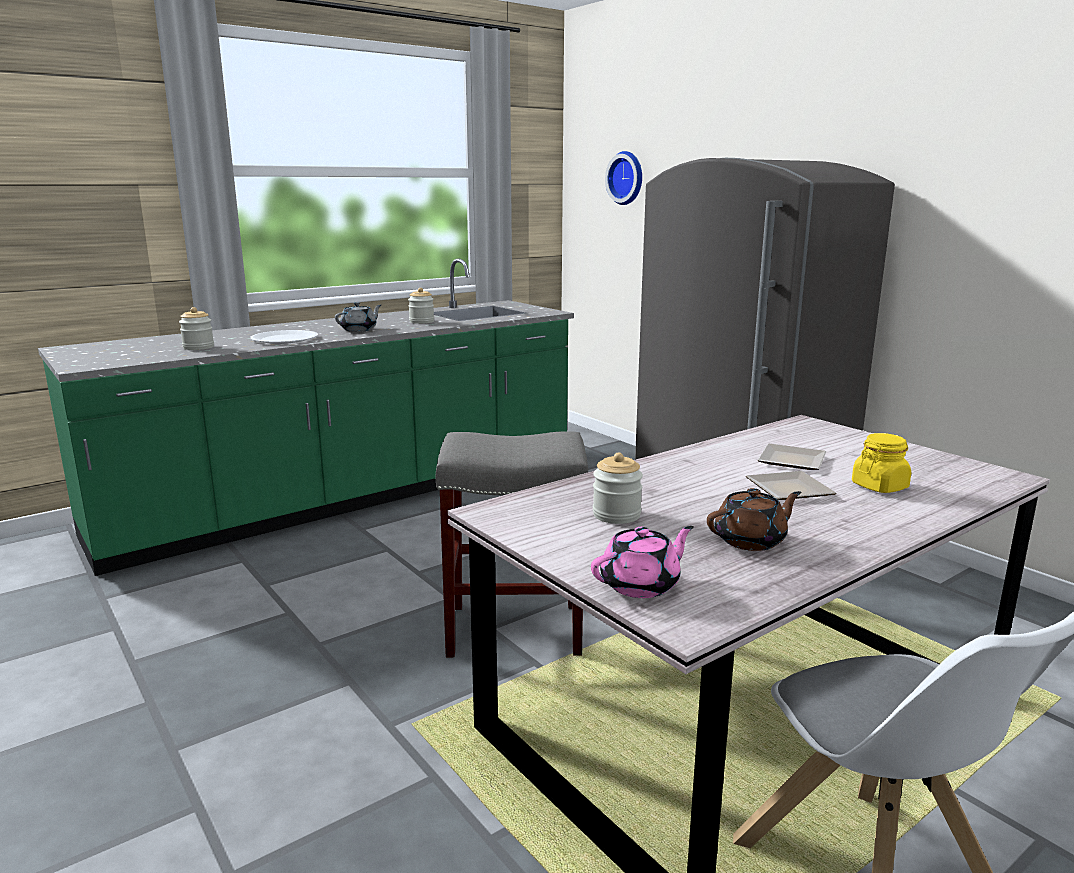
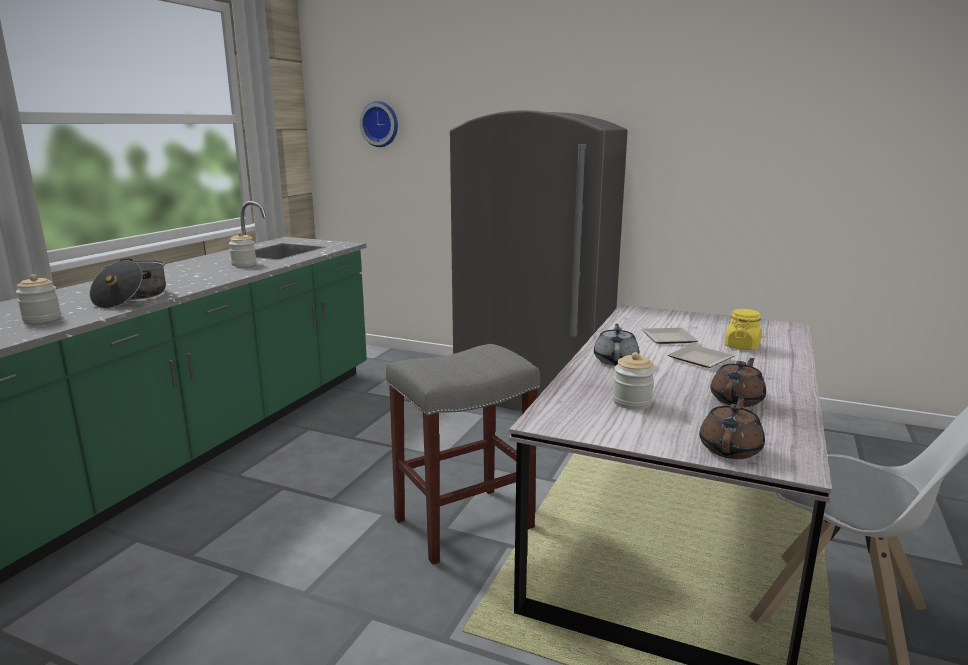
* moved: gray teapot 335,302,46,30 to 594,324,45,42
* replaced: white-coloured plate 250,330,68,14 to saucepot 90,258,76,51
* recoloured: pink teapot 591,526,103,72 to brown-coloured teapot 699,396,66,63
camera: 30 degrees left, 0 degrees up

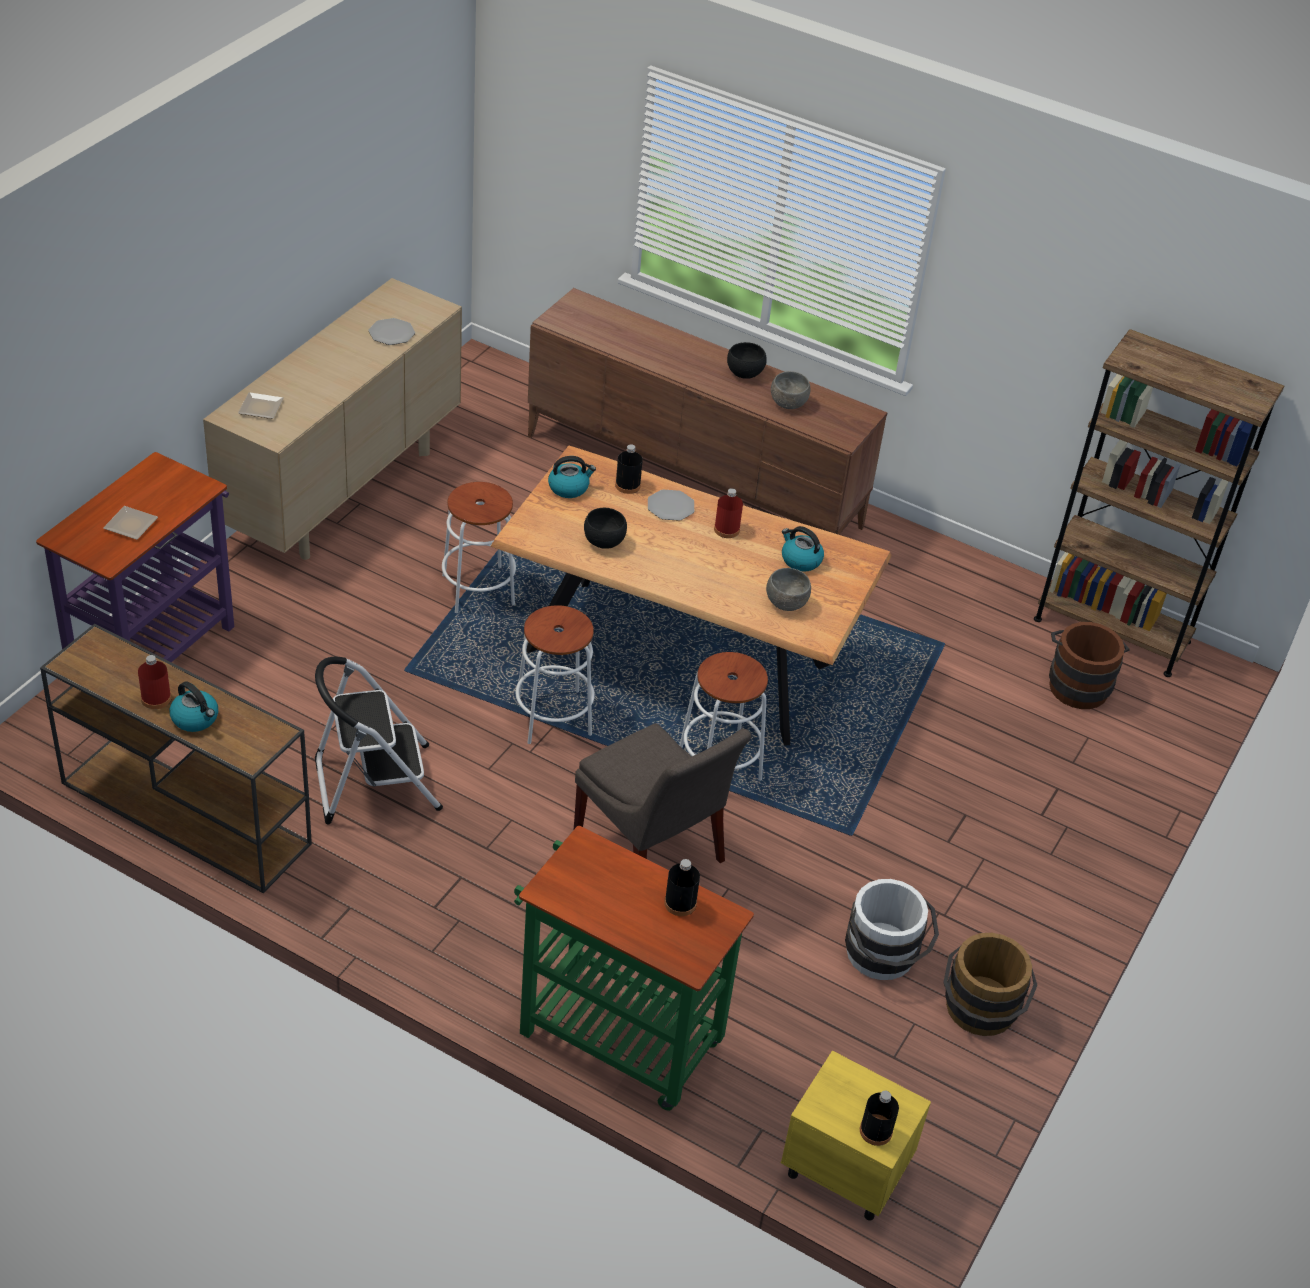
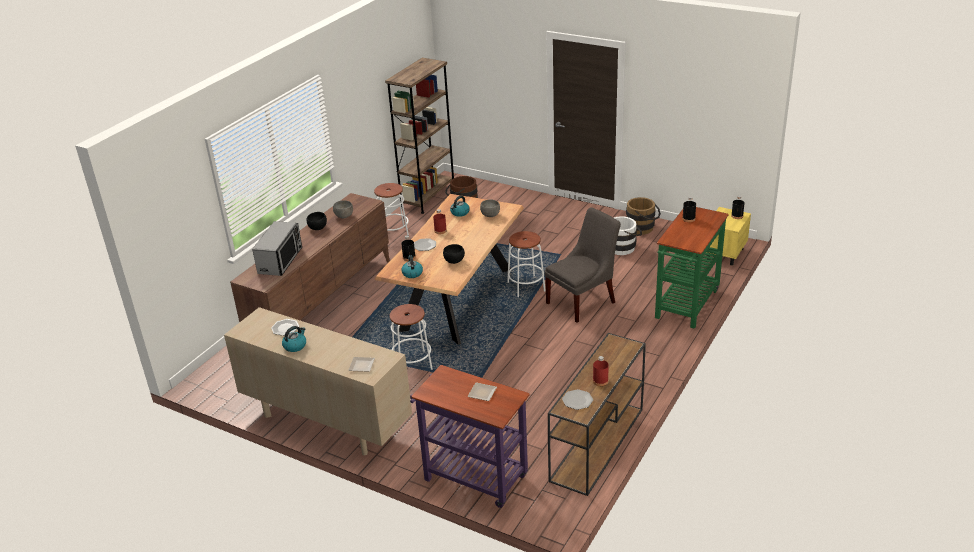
* removed: step ladder 315,657,128,168
* added: microwave oven 252,221,50,55
* added: plate 562,389,31,21
* moved: tea kettle 170,681,48,51 to 282,326,24,26
* moved: white-coloured stool seat 516,605,79,139 to 374,183,35,53
camera: 85 degrees left, 10 degrees down

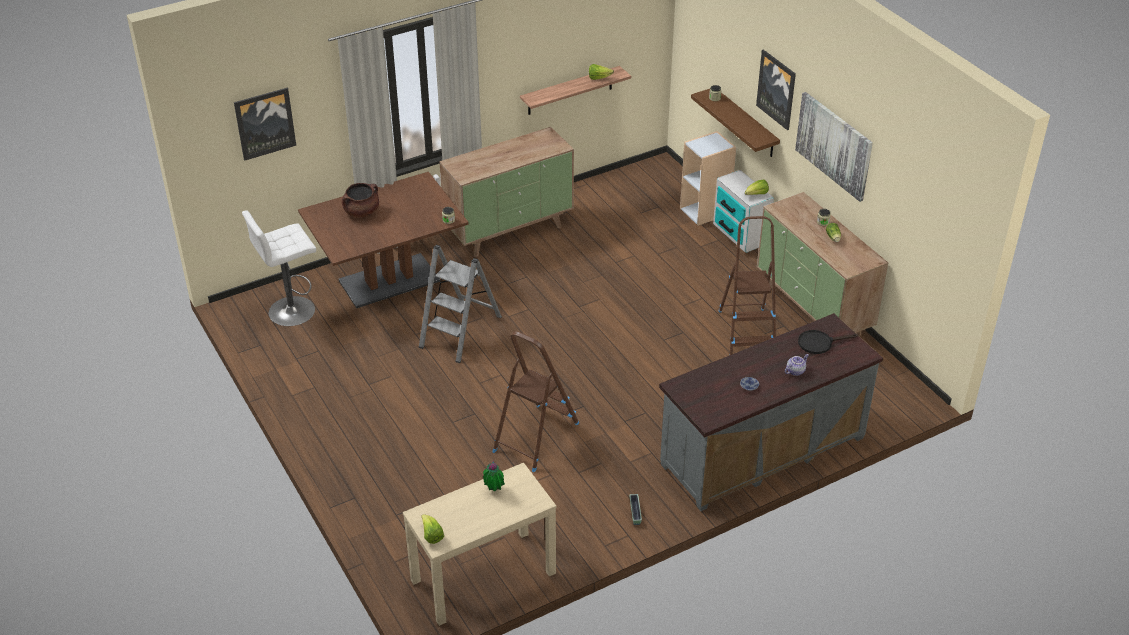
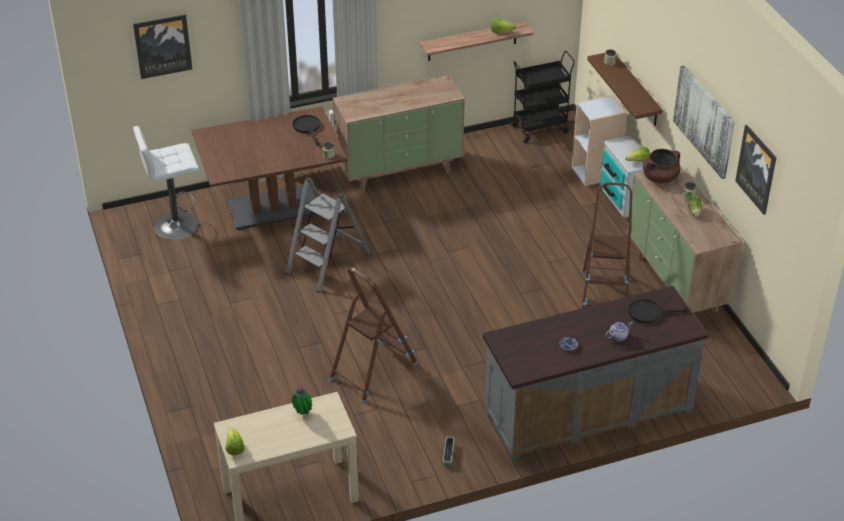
* added: black-coloured pan 293,115,28,31
* added: black-coloured wheeled cart 509,51,66,92
* moved: brown-coloured saucepot 342,183,37,34 to 643,149,37,34
* moved: wall picture 756,49,40,81 to 735,125,42,90
camera: 10 degrees right, 0 degrees up

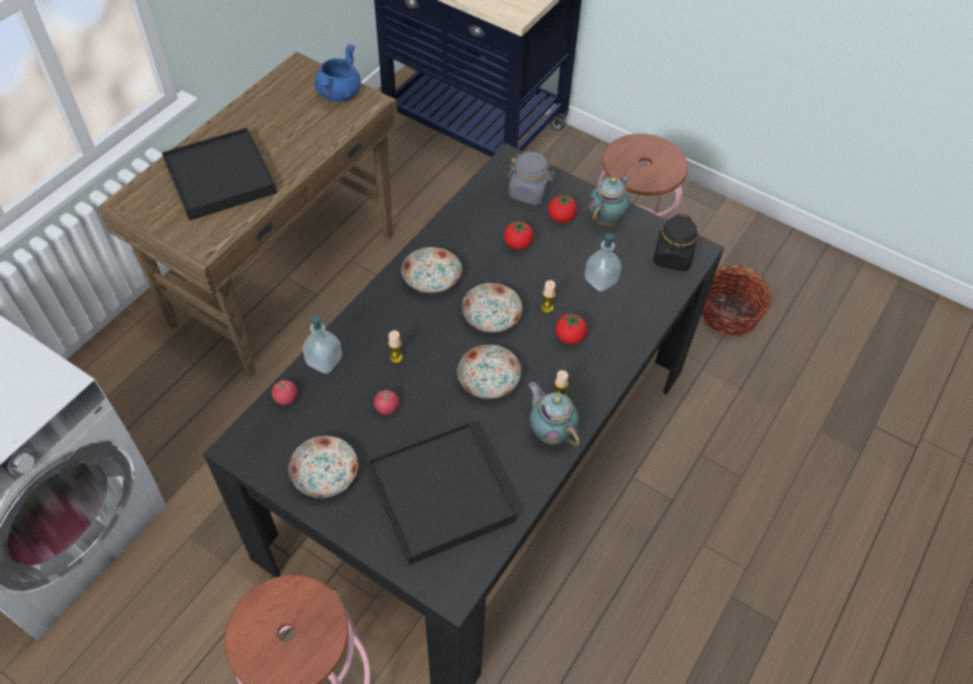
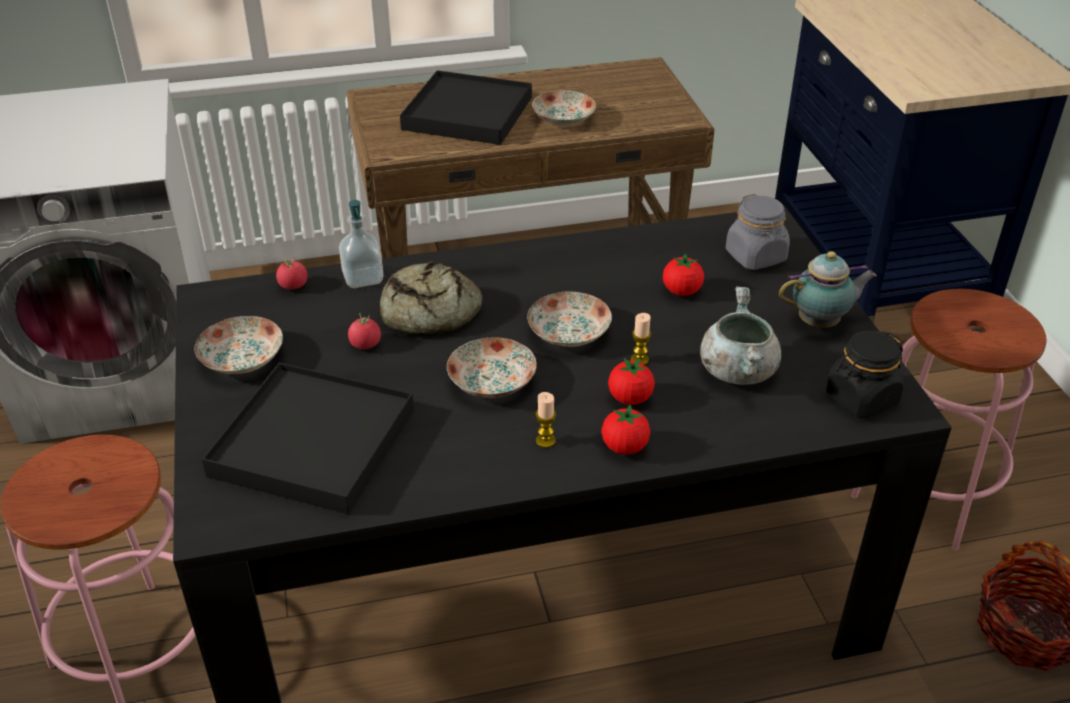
* removed: blue saucepot 315,44,46,58
* removed: teapot 528,382,52,64
* moved: plate 402,247,60,46 to 532,90,64,36
* moved: fresh tomato 548,194,29,29 to 601,405,49,50
* replaced: wax candle 388,330,15,33 to bread 380,261,103,73
* replaced: soap bottle 584,233,38,59 to gray saucepot 700,286,81,99
camera: 45 degrees right, 15 degrees down

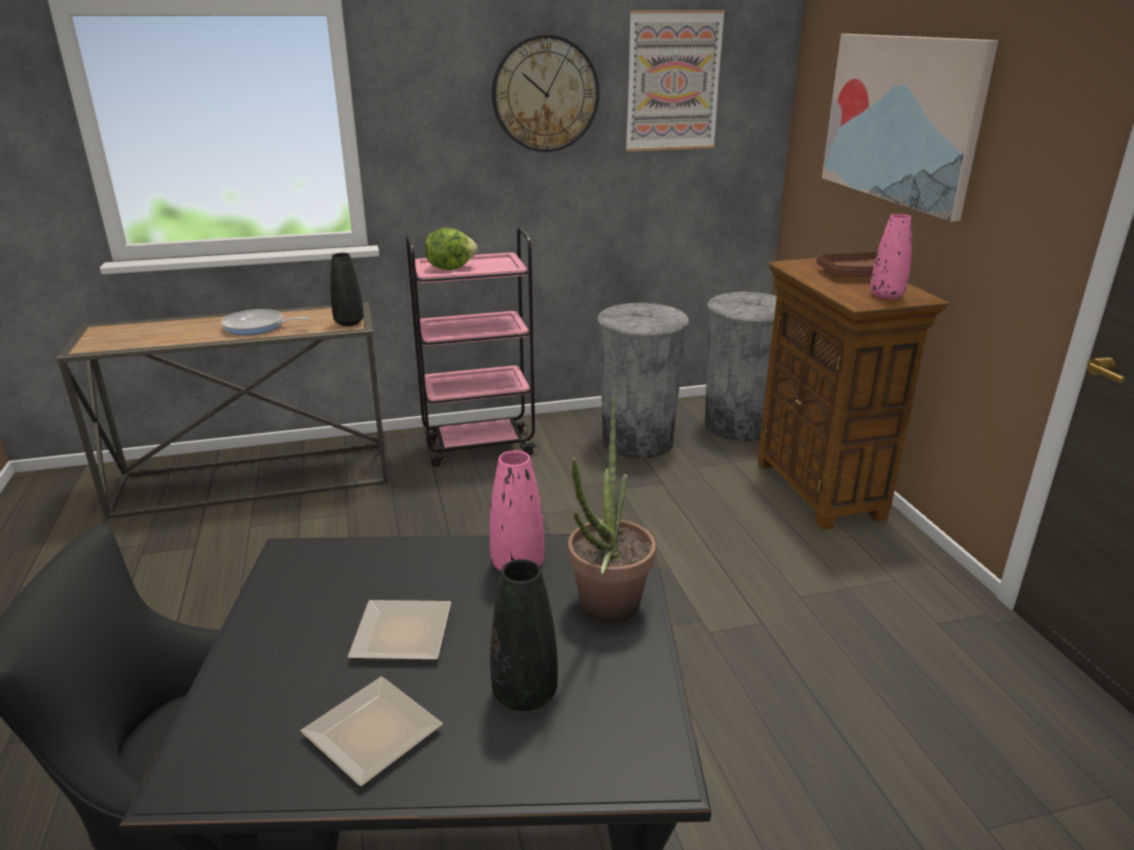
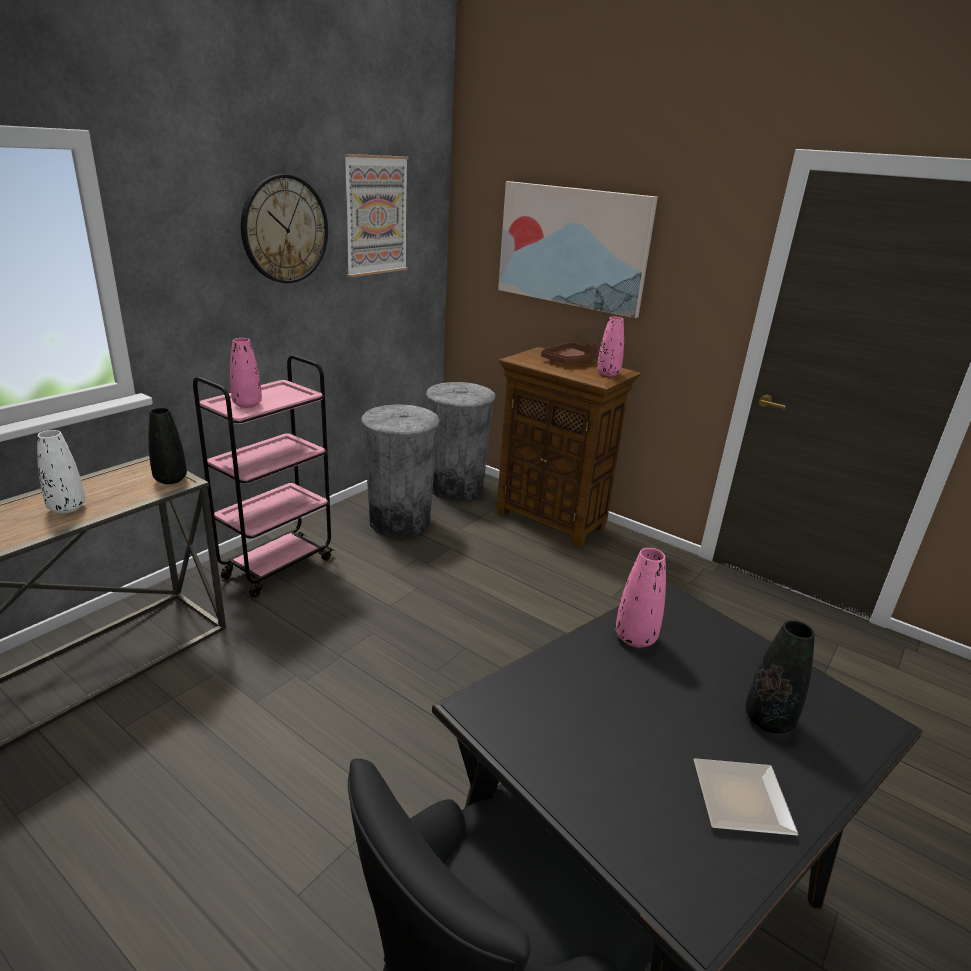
* removed: plate 348,600,103,60
* removed: potted plant 568,396,88,227
* replaced: pan 221,309,89,26 to white-coloured decorative vase 37,430,48,84
* replaced: lettuce head 425,228,53,42 to pink decorative vase 230,338,32,70
camera: 40 degrees left, 0 degrees up

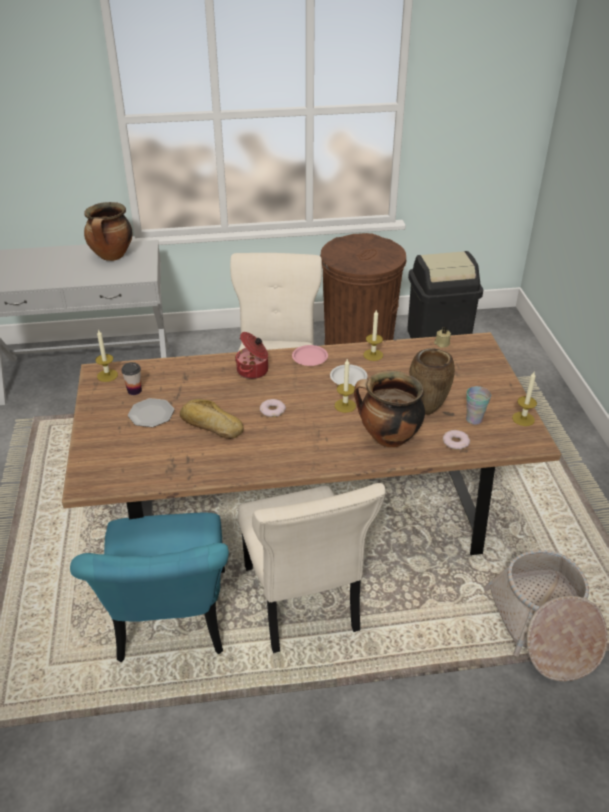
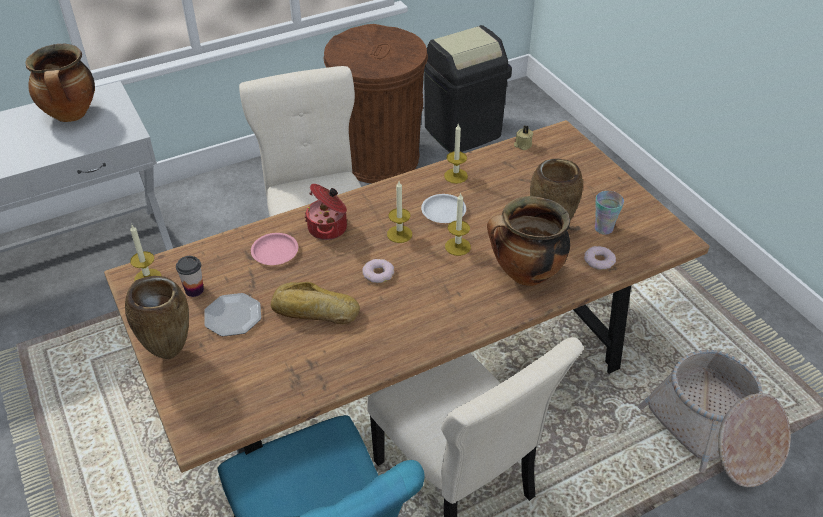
* added: brown-coloured decorative vase 125,276,64,83
* moved: pink plate 292,345,36,21 to 251,233,47,32
* moved: wax candle 512,372,25,54 to 387,181,25,62
camera: 20 degrees left, 5 degrees up

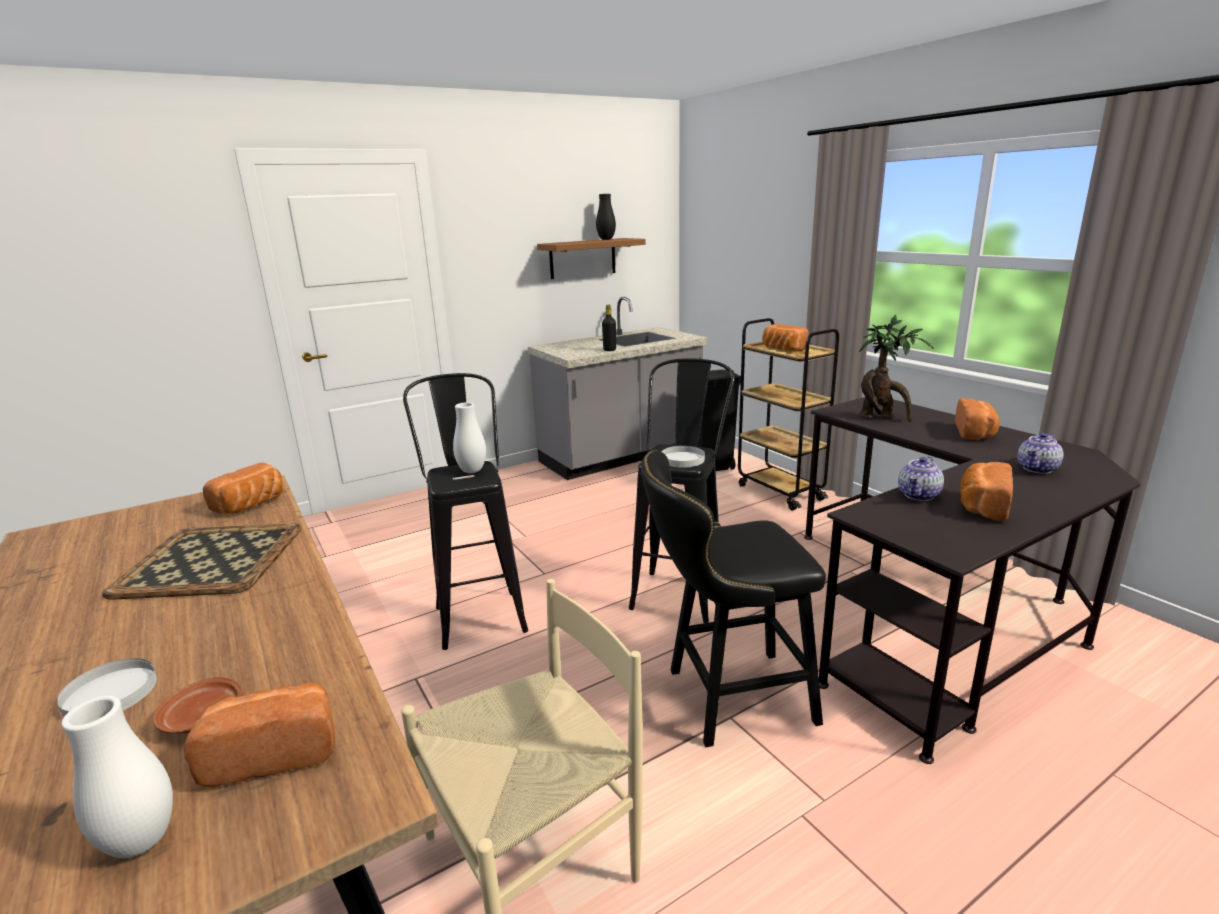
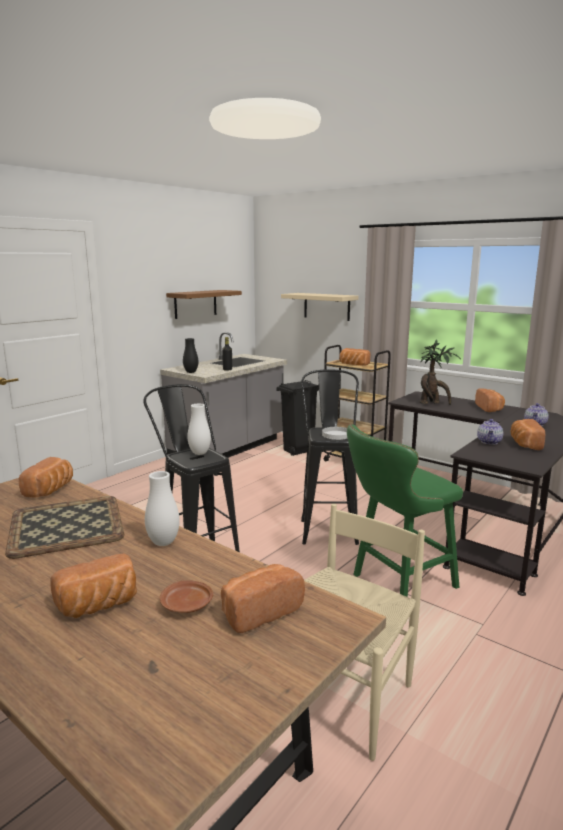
* added: sand-coloured wall shelf 281,293,78,28
* moved: white-coloured decorative vase 61,696,112,162 to 145,471,35,75
* moved: black-coloured decorative vase 596,194,20,46 to 183,338,15,35
* replaced: white-coloured plate 57,658,100,59 to bread 50,553,87,65
* recoloured: black-coloured stool seat 641,450,185,297 to greenish stool seat 347,424,116,173
camera: 20 degrees left, 5 degrees down

